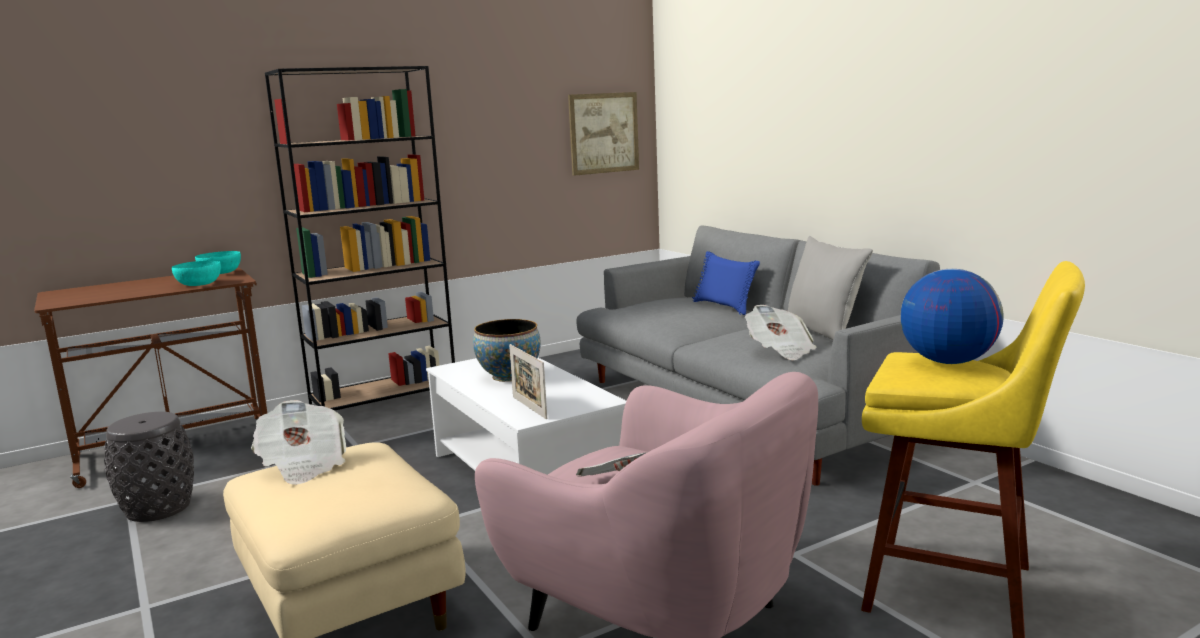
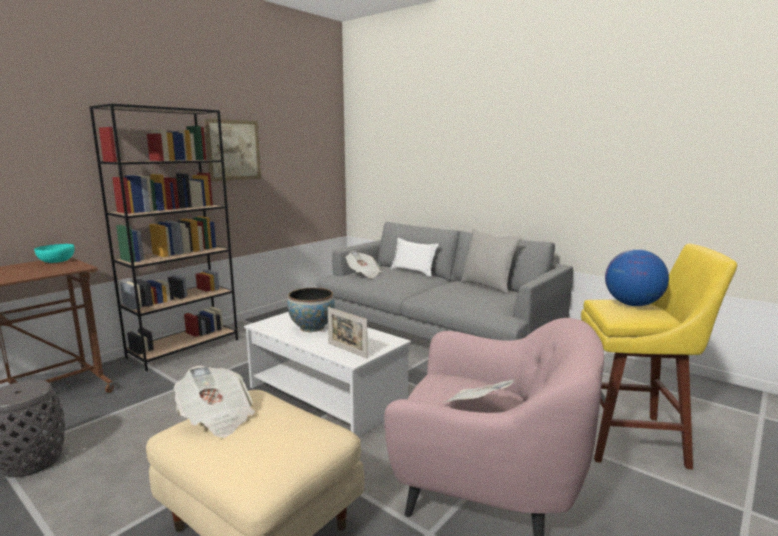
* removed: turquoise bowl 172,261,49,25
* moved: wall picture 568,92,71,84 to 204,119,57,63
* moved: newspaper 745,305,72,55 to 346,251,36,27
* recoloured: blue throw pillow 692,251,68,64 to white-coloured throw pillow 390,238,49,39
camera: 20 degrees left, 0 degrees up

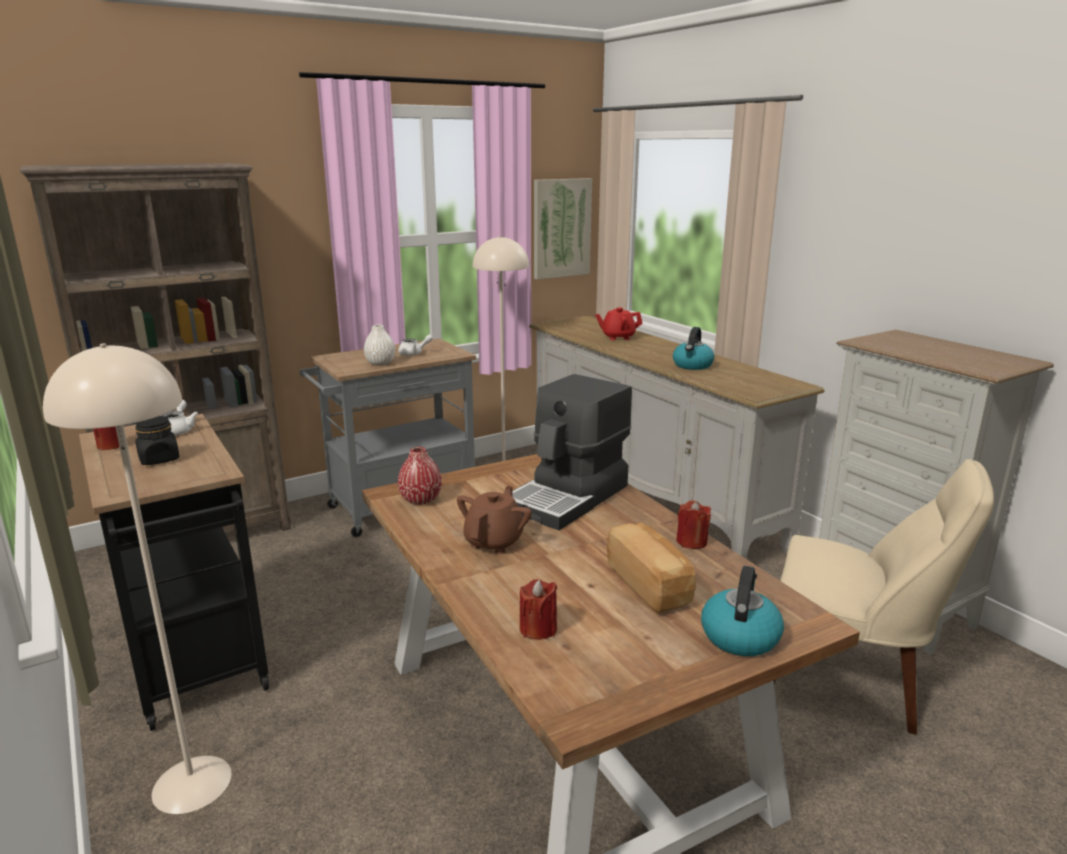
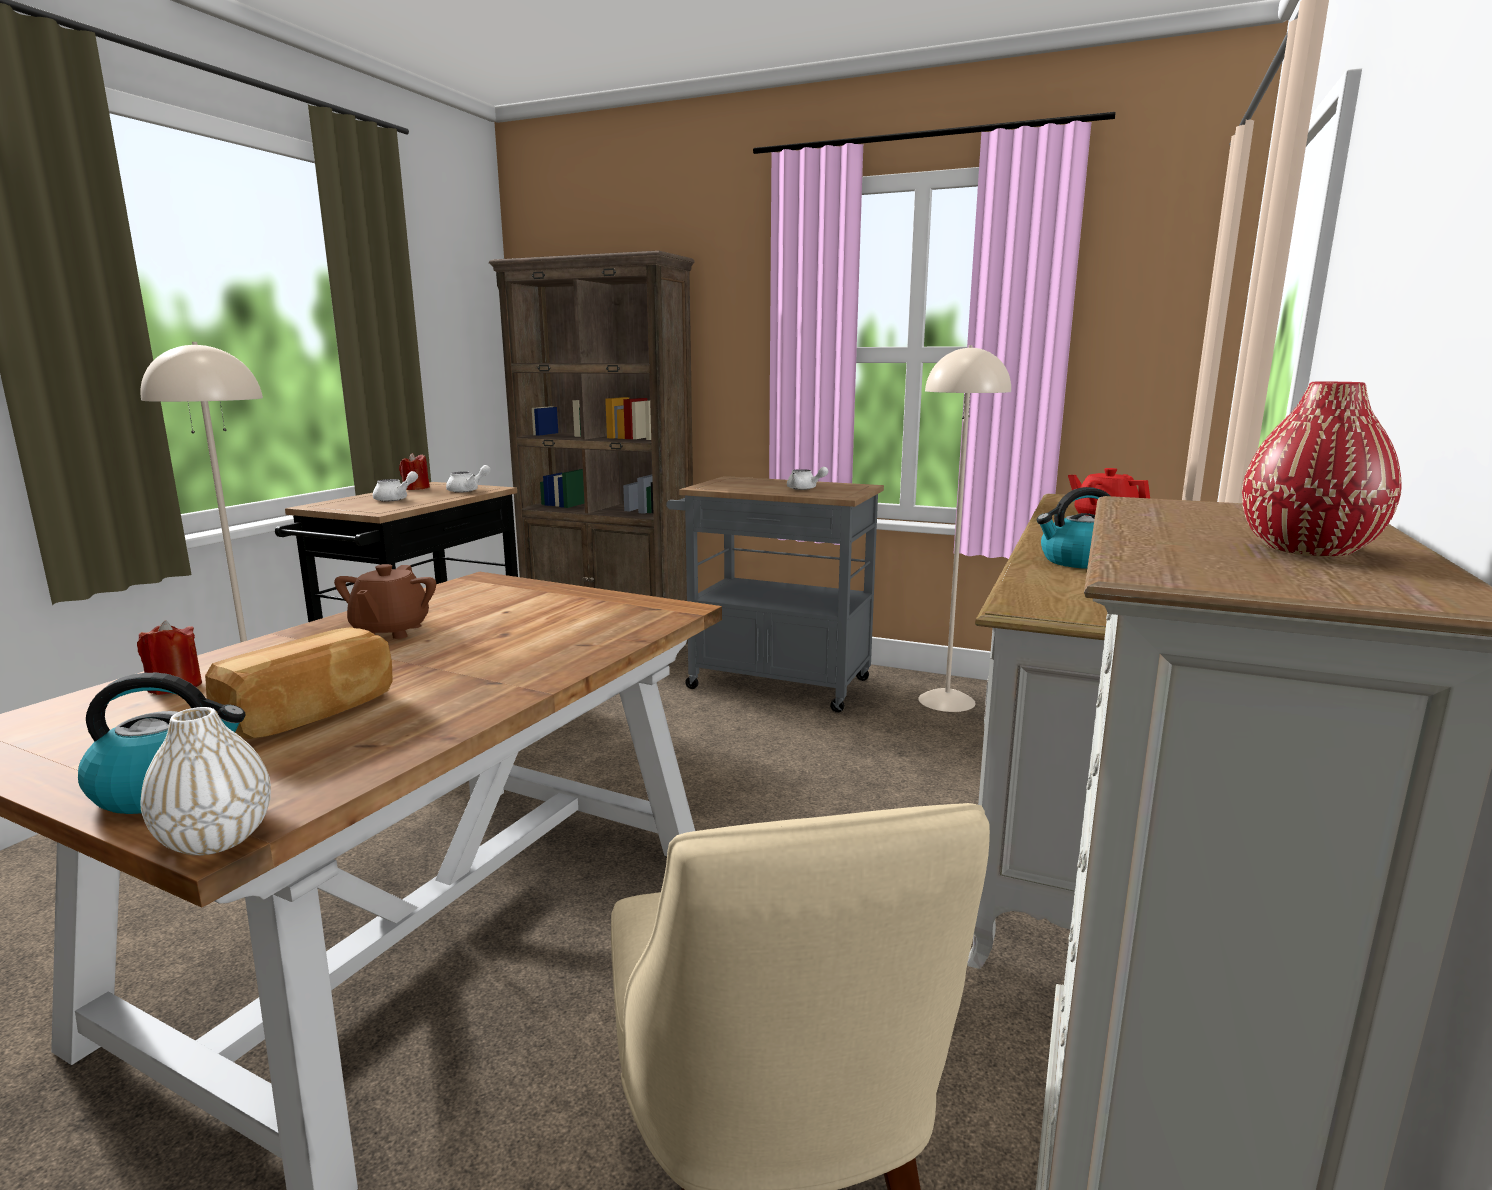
* removed: coffee maker 512,374,120,156
* removed: wall picture 534,178,58,102
* removed: red-coloured wax candle 676,500,35,49
* moved: white-coloured decorative vase 364,325,31,41 to 140,707,131,149
* moved: red-coloured decorative vase 398,447,44,58 to 1242,382,160,175
* replaced: black-coloured jar 135,416,45,49 to white-coloured teapot 373,471,45,31
* turned: brown-coloured teapot 457,486,75,68 = 334,564,102,75 105 degrees clockwise
camera: 55 degrees right, 5 degrees down

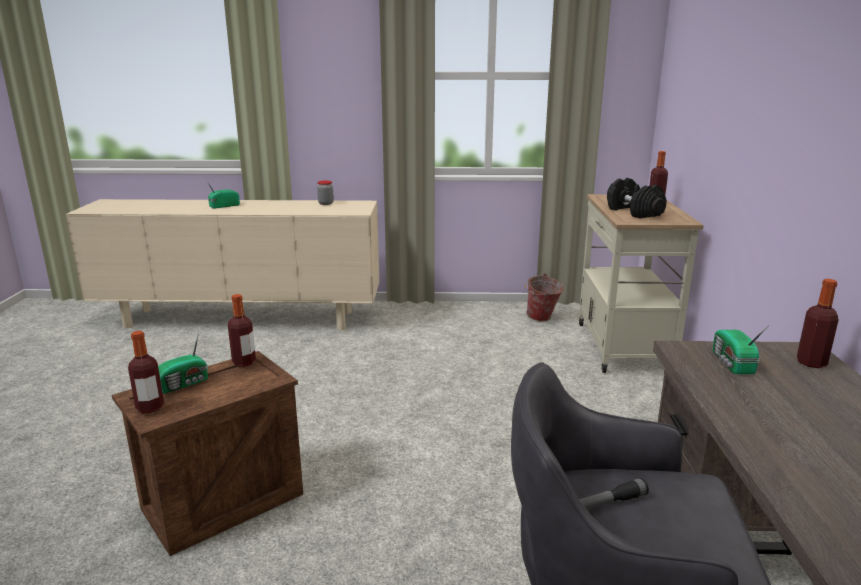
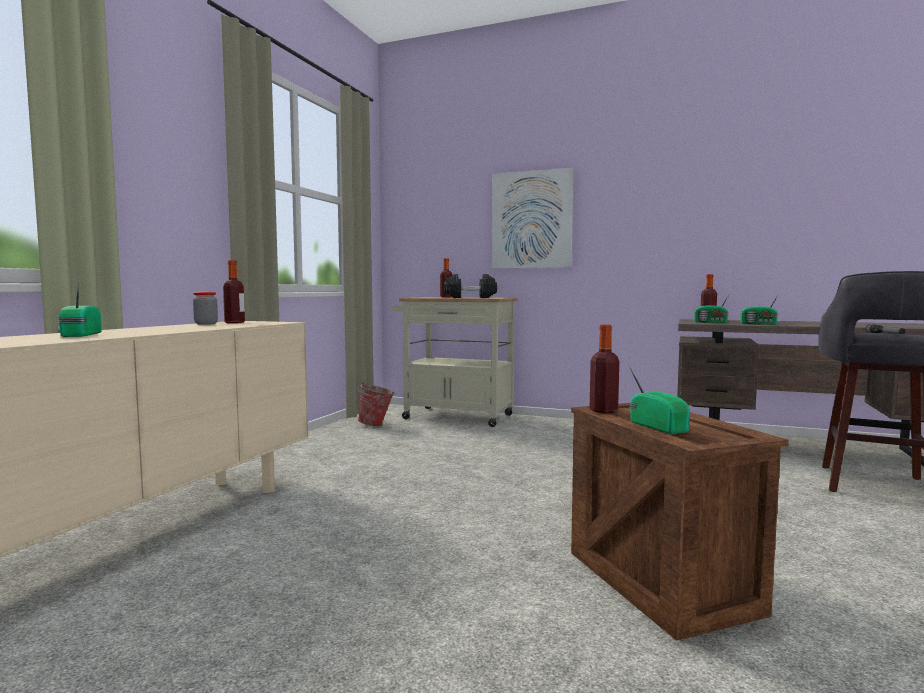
* added: wall picture 492,168,81,100
* added: radio receiver 741,292,39,33
* moved: beverage bottle 128,331,36,82 to 223,260,22,63
camera: 70 degrees left, 15 degrees down

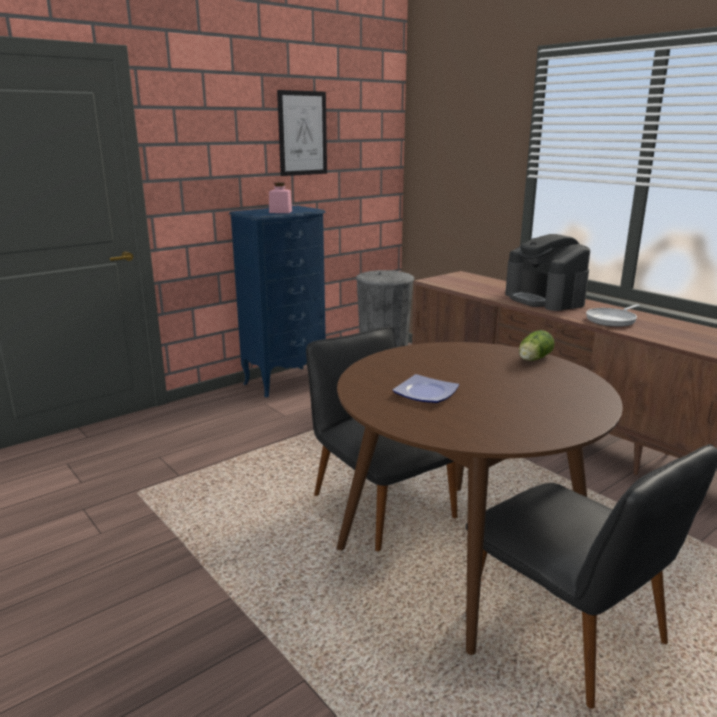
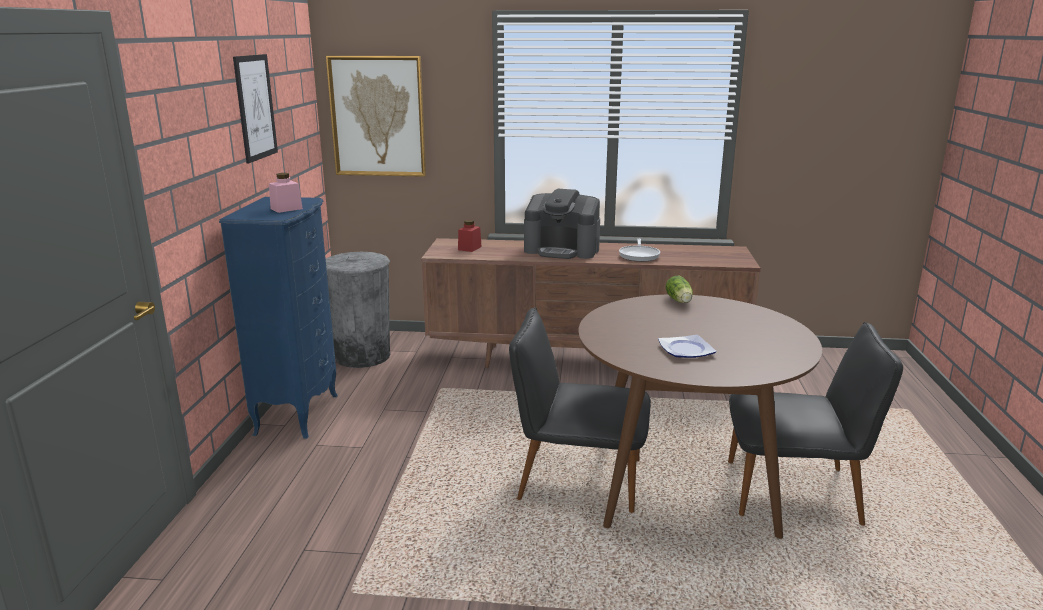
* added: wall picture 326,56,100,121
* added: red-coloured jar 458,220,24,32
camera: 45 degrees left, 0 degrees up

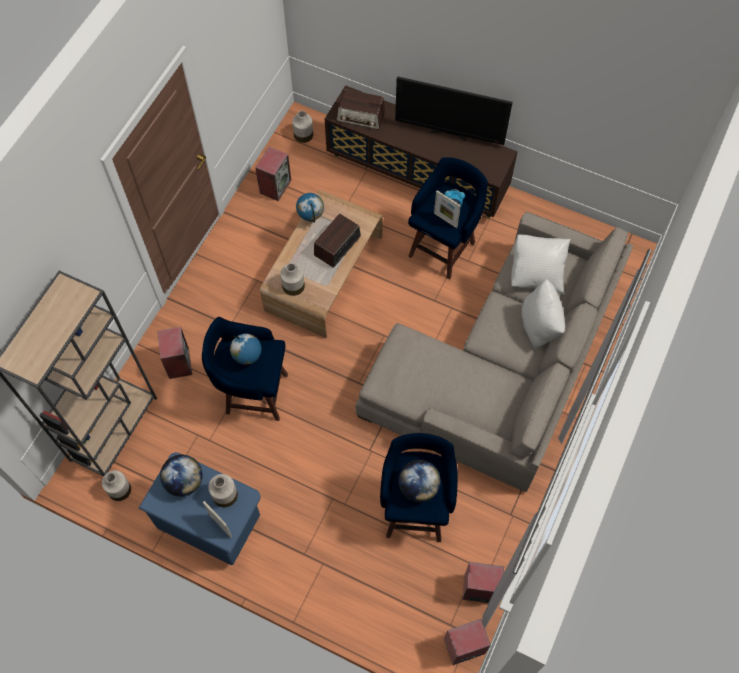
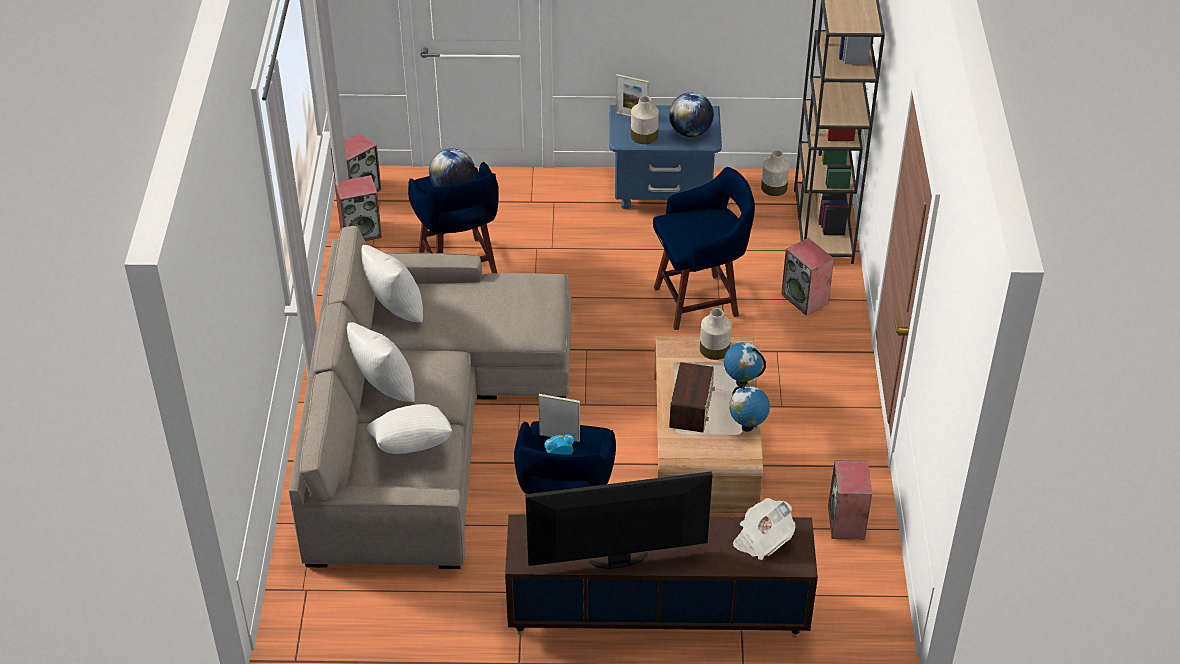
* removed: sand-coloured decorative vase 292,111,21,32
* added: white-coloured throw pillow 361,245,62,78
* moved: world globe 230,334,31,31 to 724,342,42,44
* replaced: radio receiver 336,89,49,40 to newspaper 733,498,63,62
camera: 155 degrees right, 20 degrees down

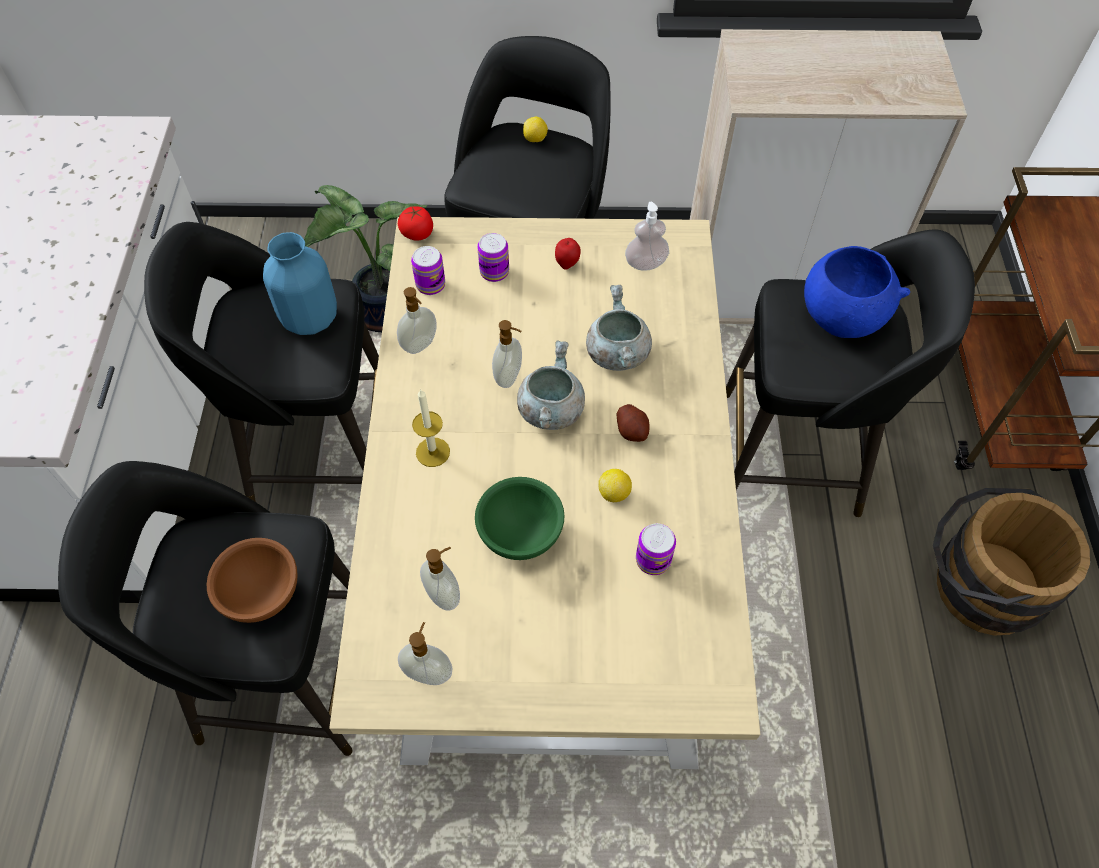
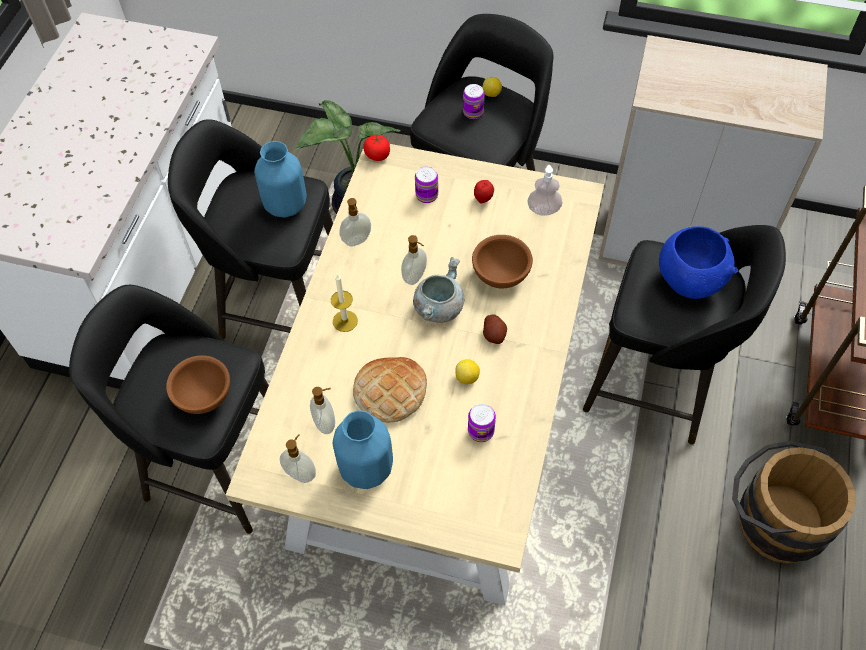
* added: blue decorative vase 333,410,60,79
* moved: metal can 411,246,34,49 to 463,84,22,35
* replaced: greenish bowl 475,477,89,83 to bread 353,357,74,65
* replaced: gray saucepot 586,285,66,86 to brown-coloured bowl 472,235,61,54
camera: 15 degrees right, 0 degrees up

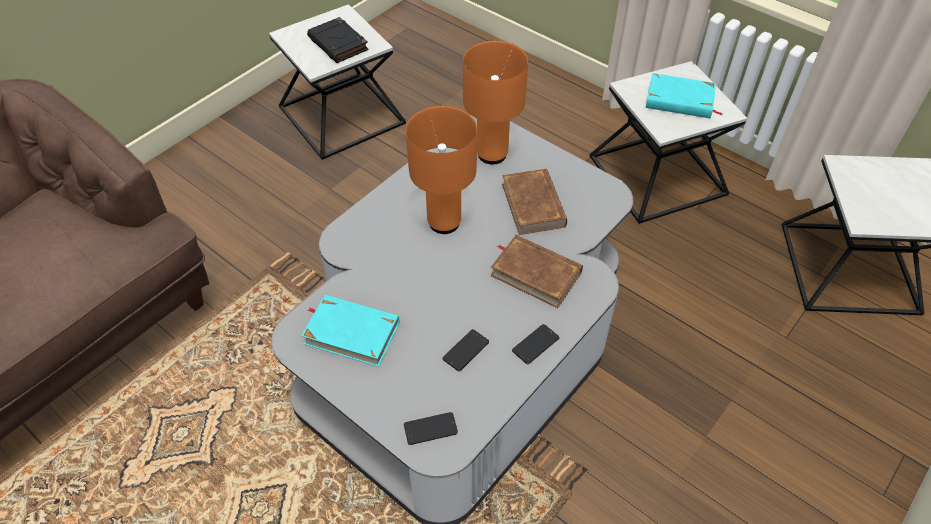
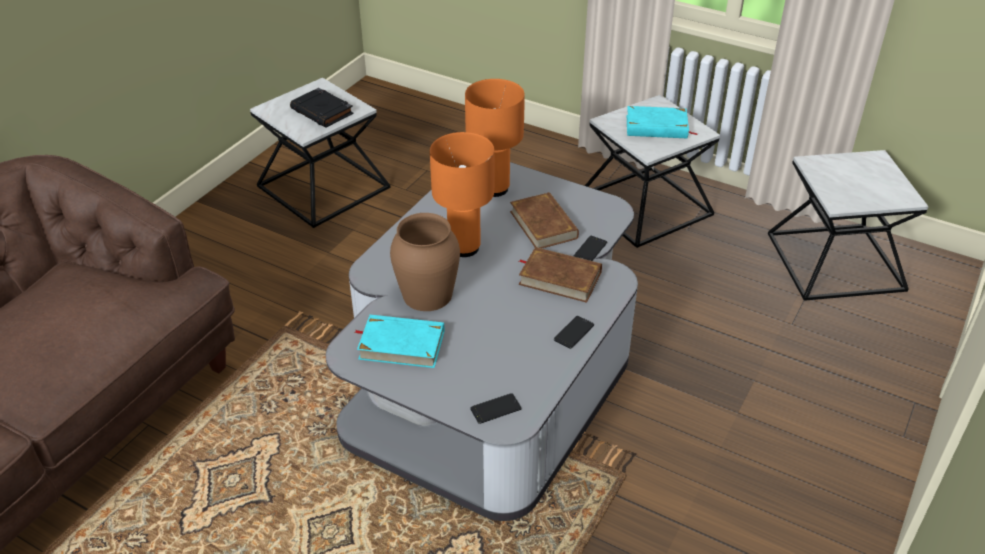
* added: brown-coloured decorative vase 390,213,70,98
* moved: phone 443,329,46,42 to 573,236,34,25
camera: 10 degrees left, 10 degrees down

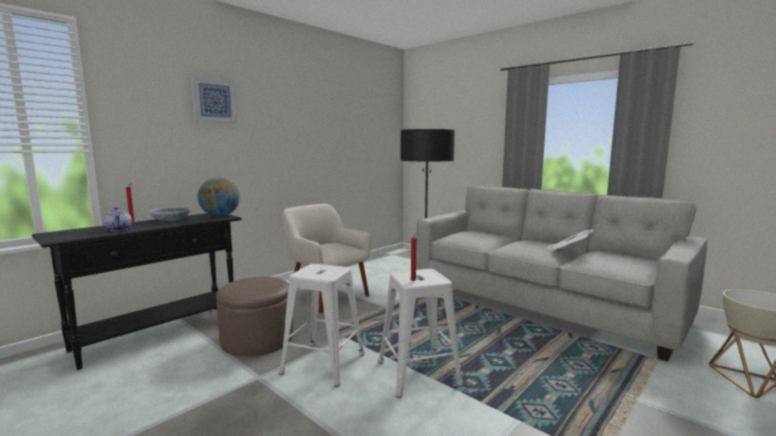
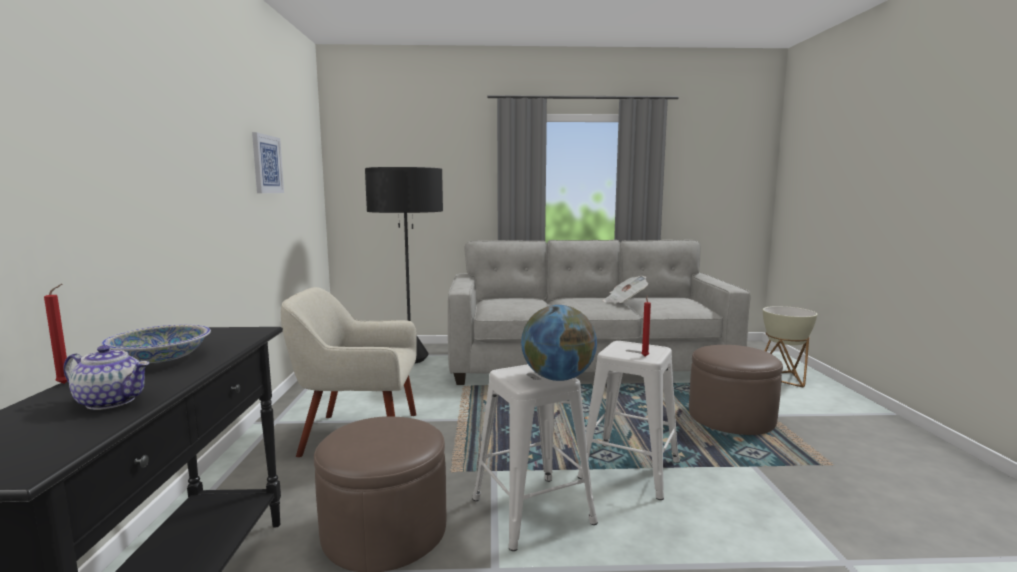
* added: brown-coloured pouffe 689,345,94,90
* moved: wall picture 191,76,46,47 to 252,132,32,61
* moved: world globe 198,178,42,39 to 521,305,76,76
camera: 45 degrees left, 0 degrees up

